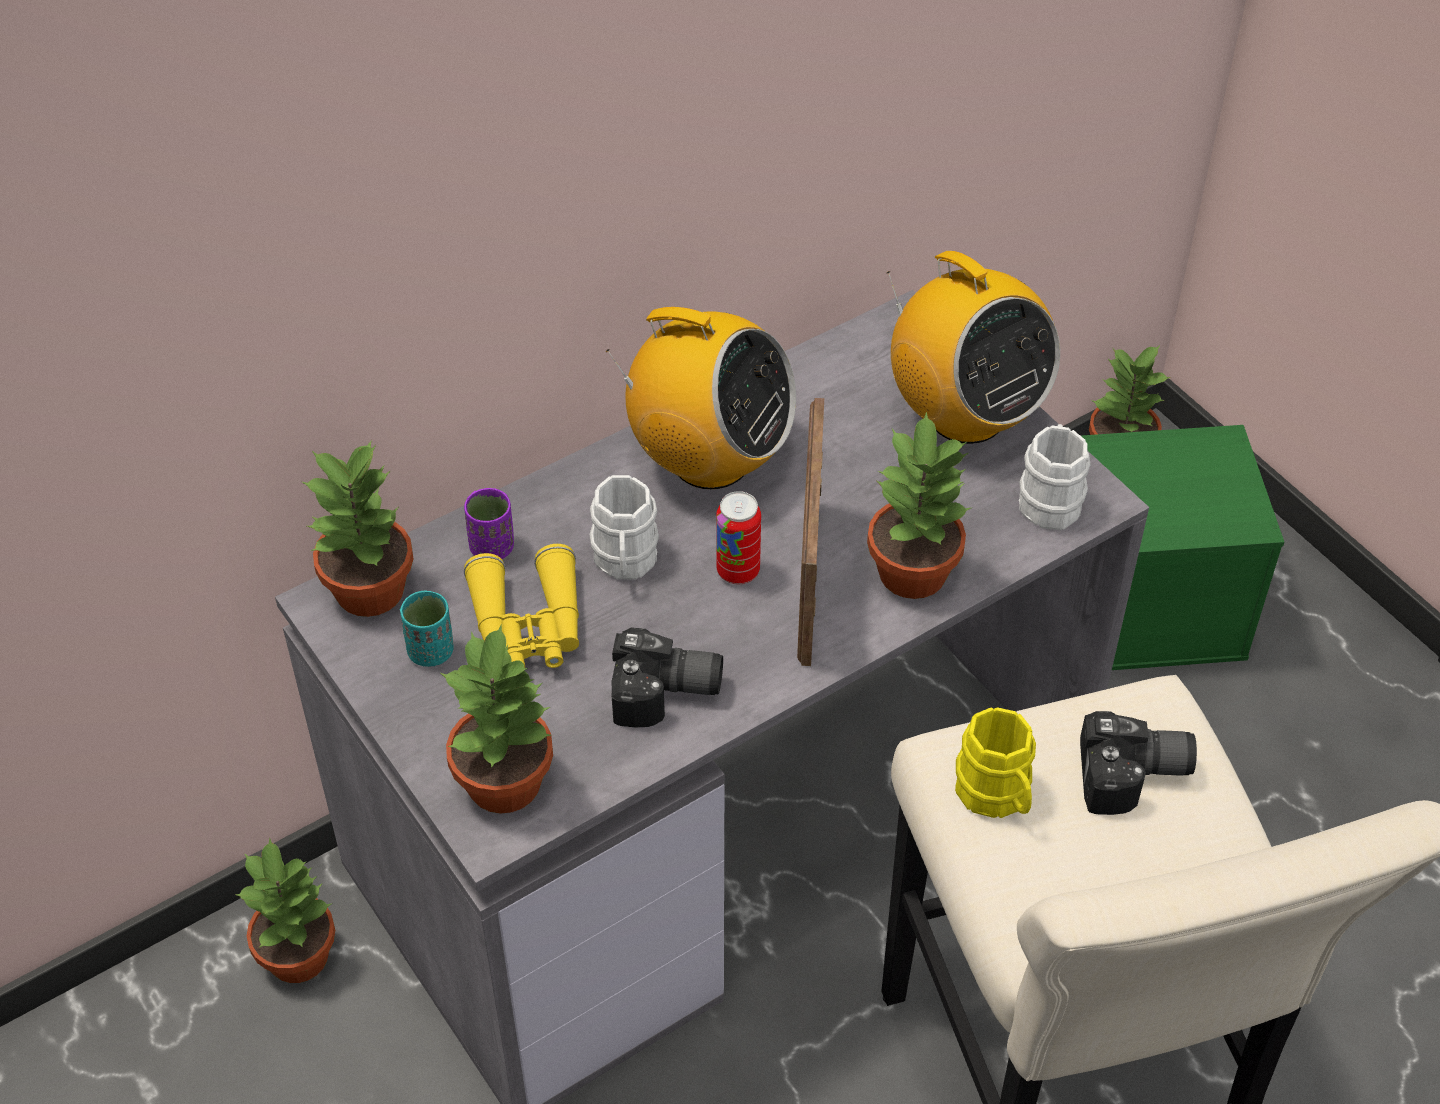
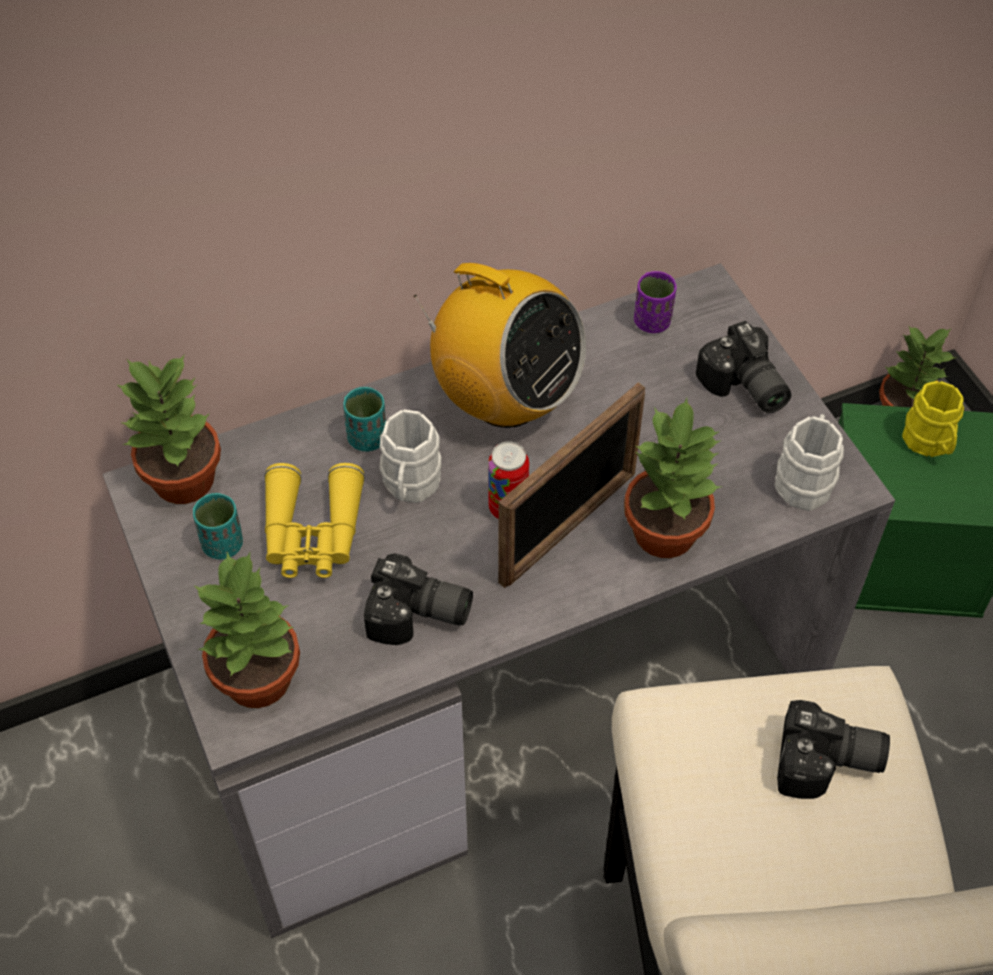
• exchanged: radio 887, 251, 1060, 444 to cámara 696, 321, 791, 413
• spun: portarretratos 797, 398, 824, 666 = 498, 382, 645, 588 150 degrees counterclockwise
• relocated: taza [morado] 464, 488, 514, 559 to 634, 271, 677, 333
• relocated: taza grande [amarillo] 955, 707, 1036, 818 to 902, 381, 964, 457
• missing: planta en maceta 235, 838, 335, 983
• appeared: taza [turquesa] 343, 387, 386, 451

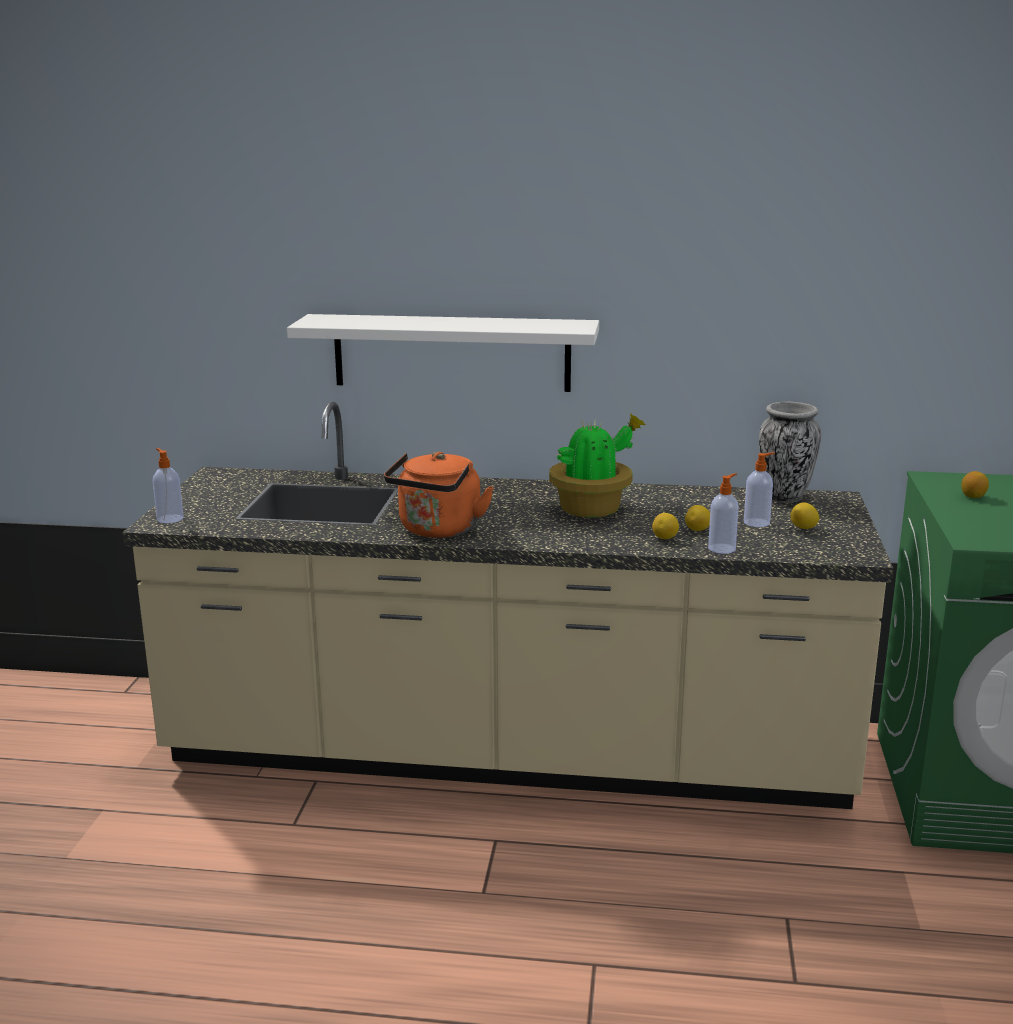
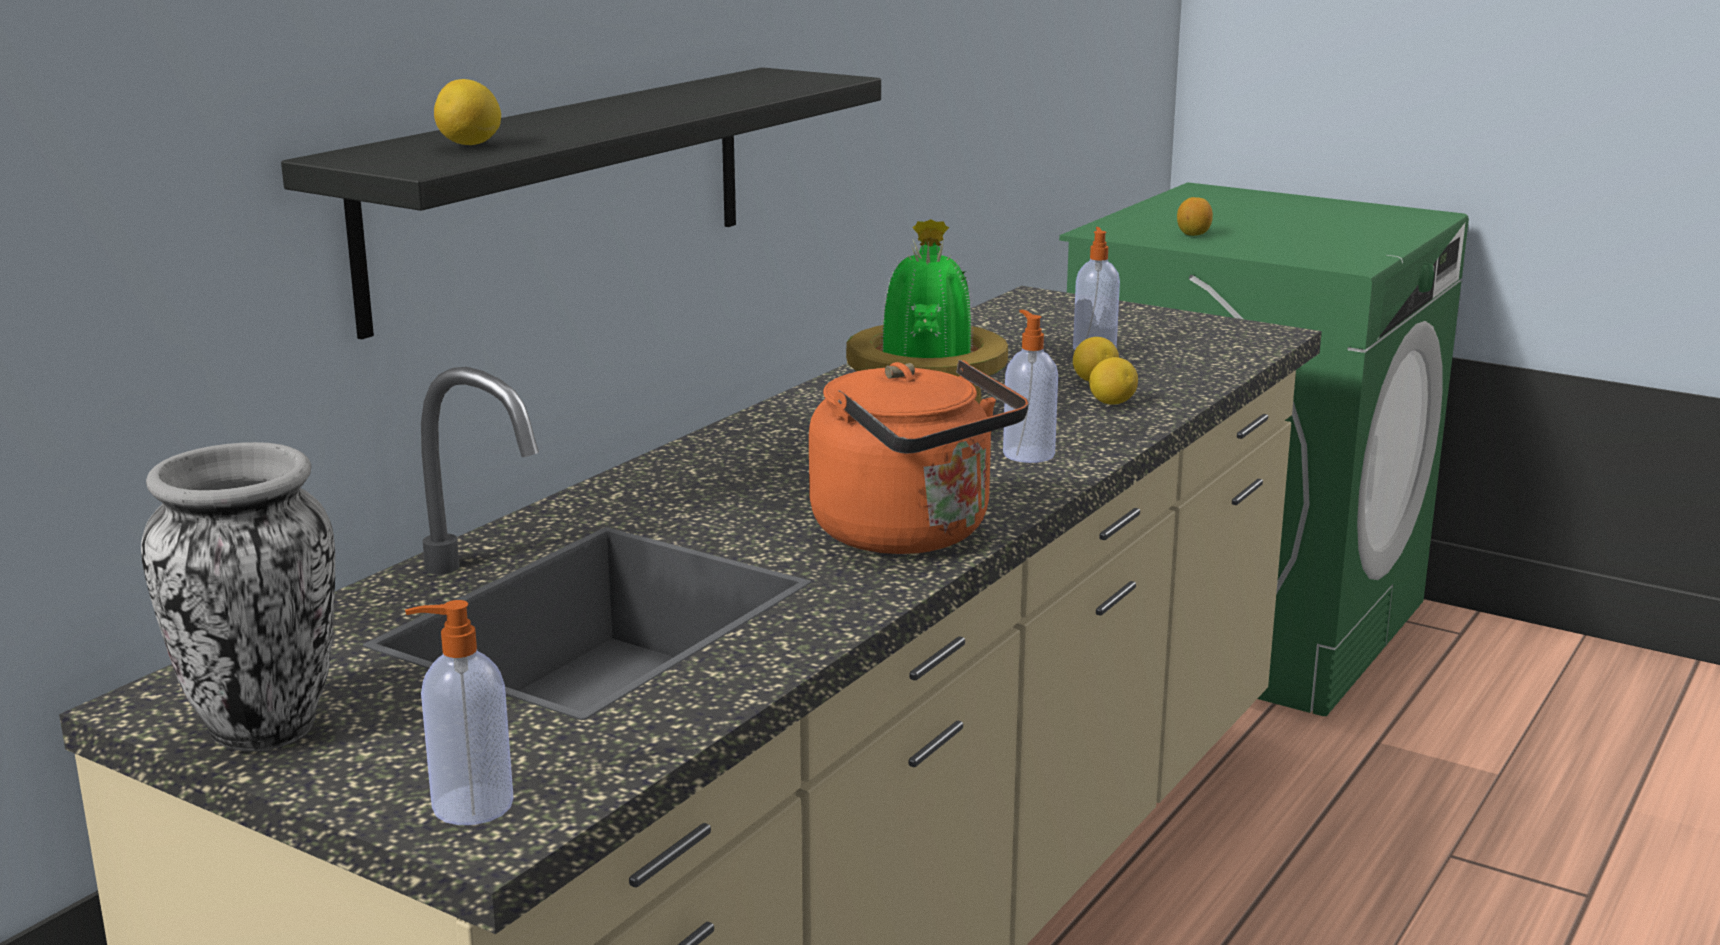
• colour: estante [blanco] 287, 314, 599, 392 to estante [negro] 281, 67, 881, 340
• relocated: florero 759, 402, 821, 503 to 141, 442, 335, 751
• relocated: dispensador de jabón 708, 473, 739, 554 to 1003, 310, 1058, 463
• relocated: limón 790, 502, 819, 529 to 434, 79, 501, 145

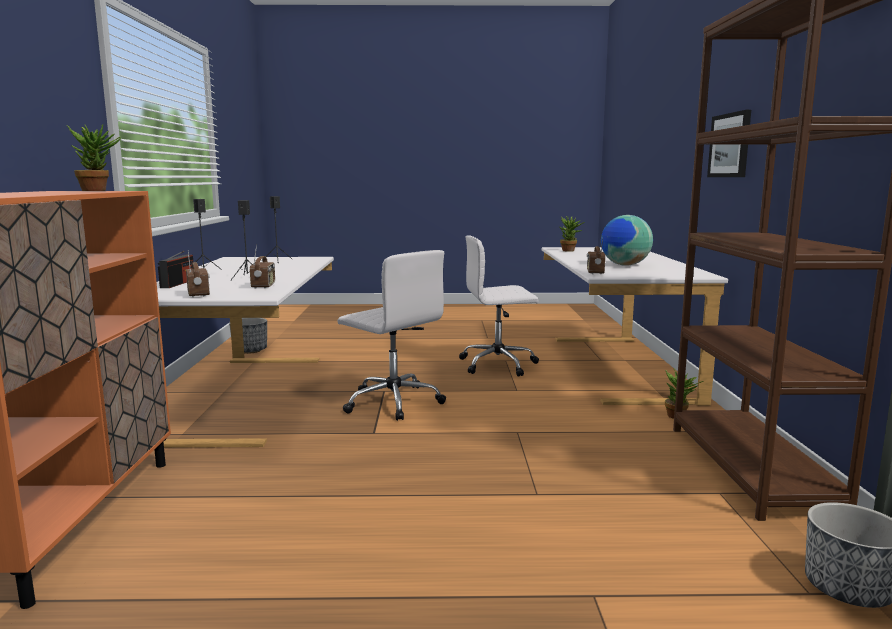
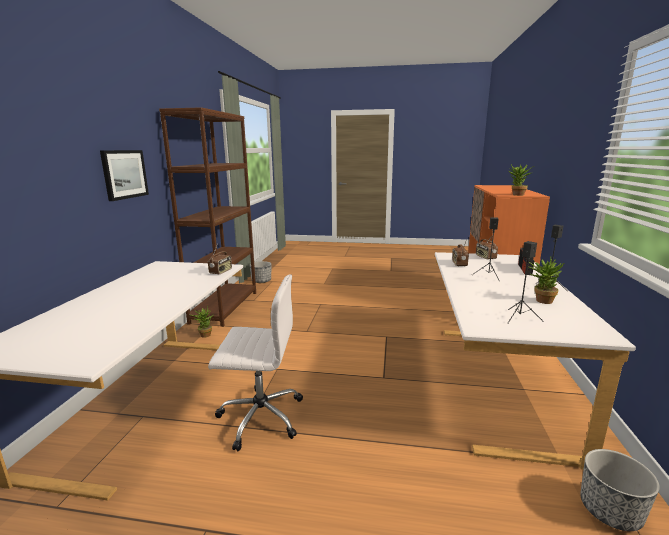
• missing: globo terráqueo 601, 215, 653, 266
• relocated: planta en maceta 560, 216, 585, 252 to 529, 256, 564, 304
• missing: silla de oficina [blanco] 338, 250, 446, 421

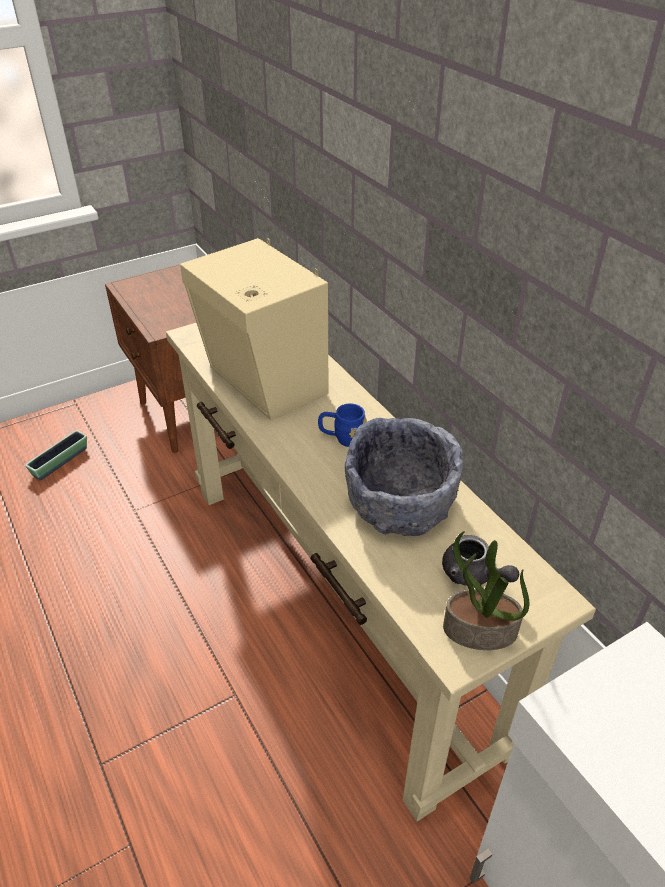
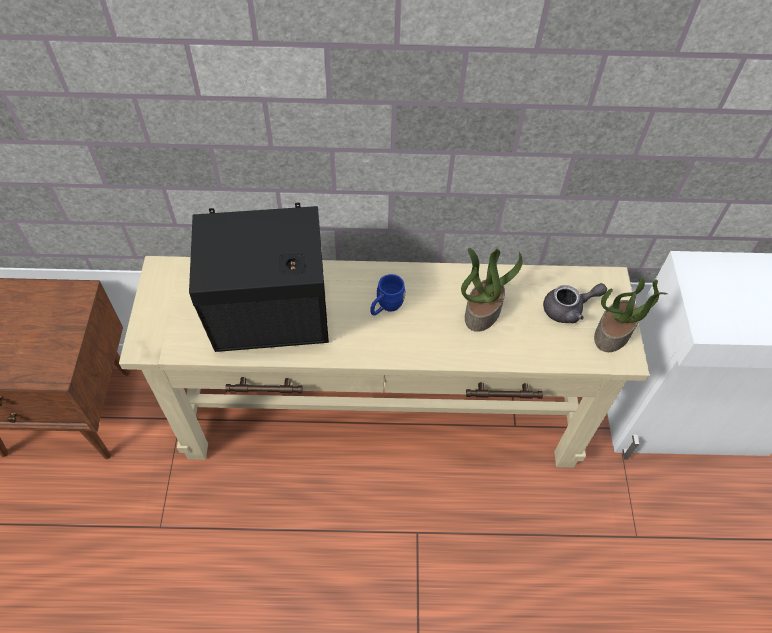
• colour: altavoz [beis] 180, 238, 328, 421 to altavoz [negro] 189, 202, 329, 352
• exchanged: cuenco [gris] 345, 418, 463, 536 to planta en maceta 461, 248, 523, 332
• missing: maceta 25, 430, 87, 480

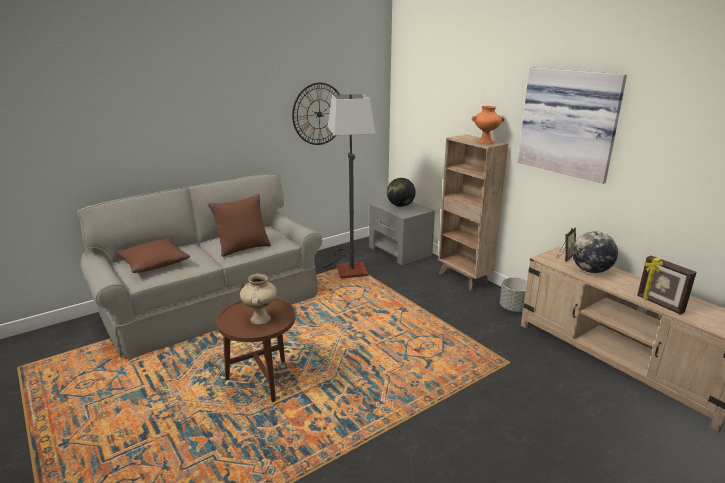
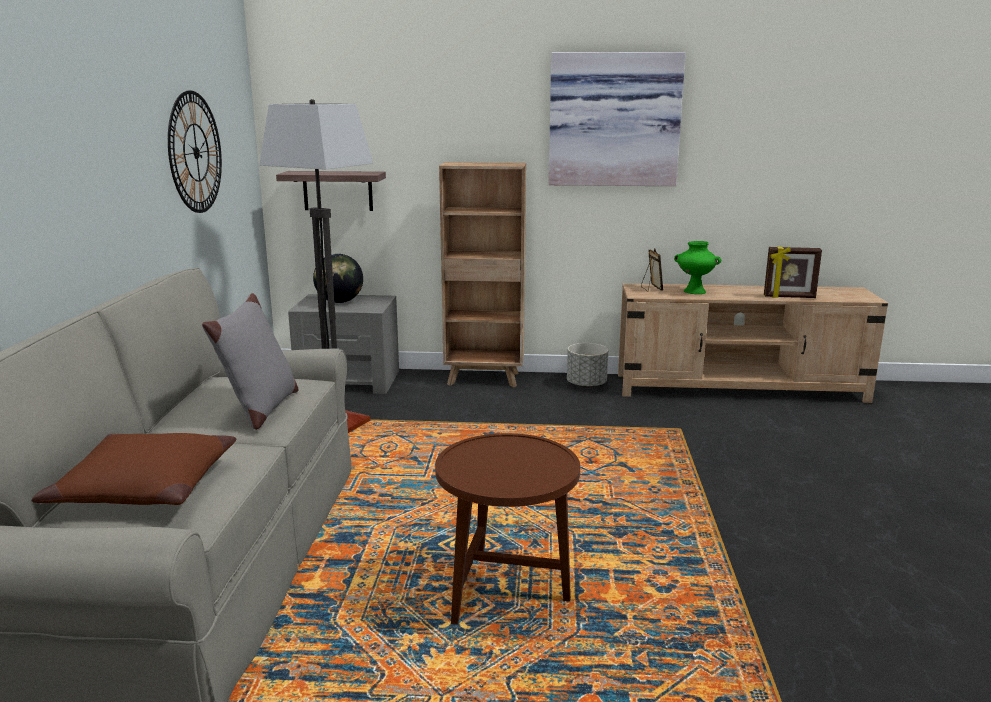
• missing: florero [naranja] 472, 106, 504, 144
• colour: cojín [marrón] 208, 194, 271, 257 to cojín [gris] 202, 293, 298, 430
• exchanged: globo terráqueo 572, 231, 618, 273 to florero [verde] 674, 241, 721, 294
• missing: florero [beis] 240, 274, 277, 325
• appeared: estante 276, 171, 386, 211

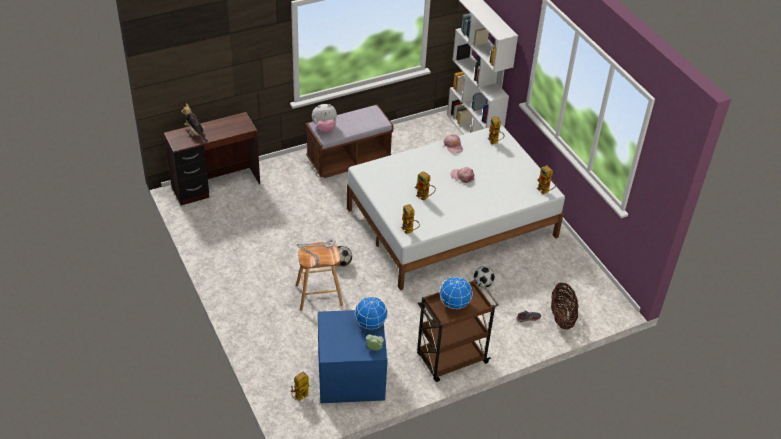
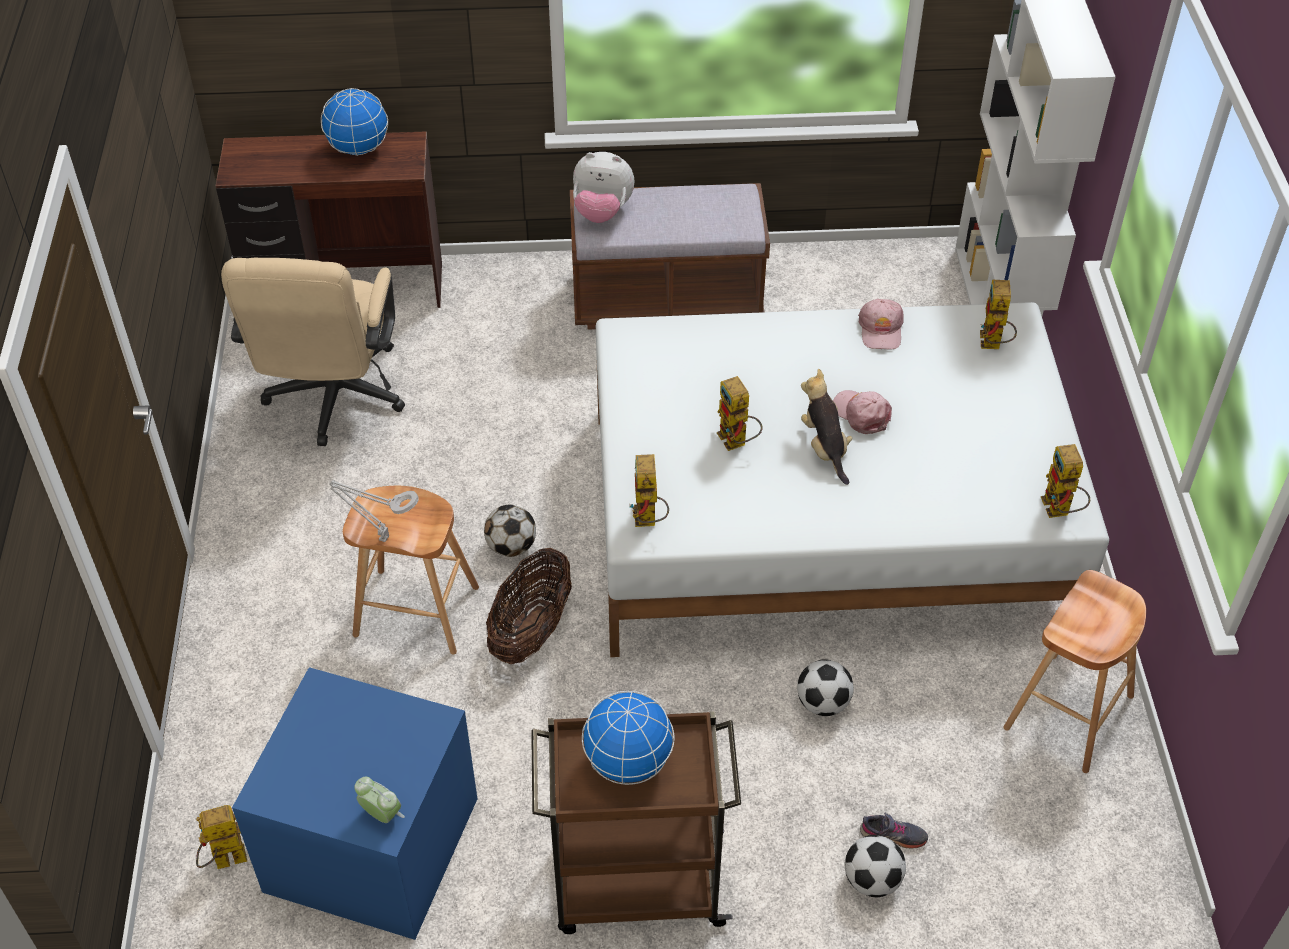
• relocated: peluche 181, 104, 208, 142 to 801, 369, 852, 485
• relocated: cesta 551, 283, 578, 329 to 486, 548, 572, 664
• relocated: globo terráqueo 355, 297, 388, 329 to 321, 88, 388, 156
• appeared: silla de oficina [beis] 221, 258, 405, 446
• appeared: taburete [marrón] 1003, 570, 1146, 773
• appeared: balón de fútbol 845, 835, 906, 897

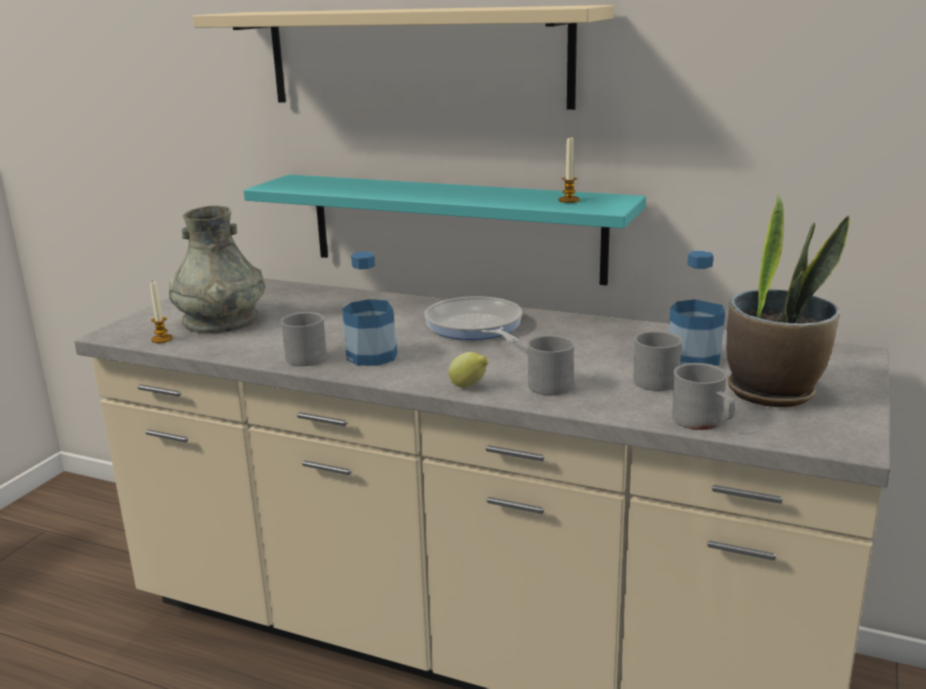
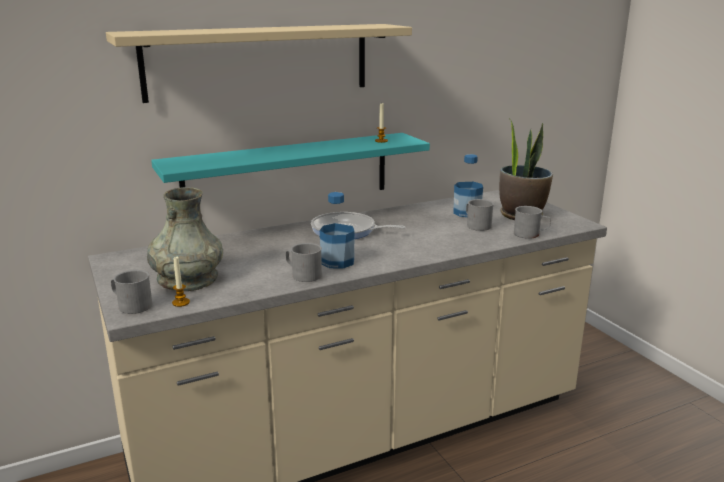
• relocated: taza grande [gris] 527, 335, 575, 395 to 111, 270, 152, 314
• missing: limón 448, 352, 488, 388

